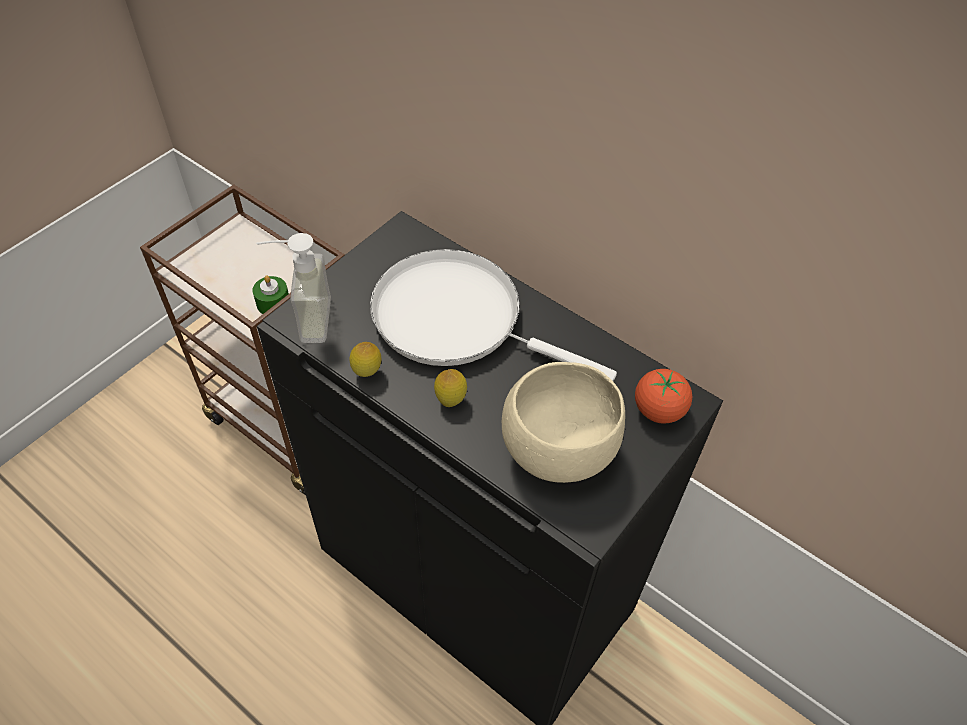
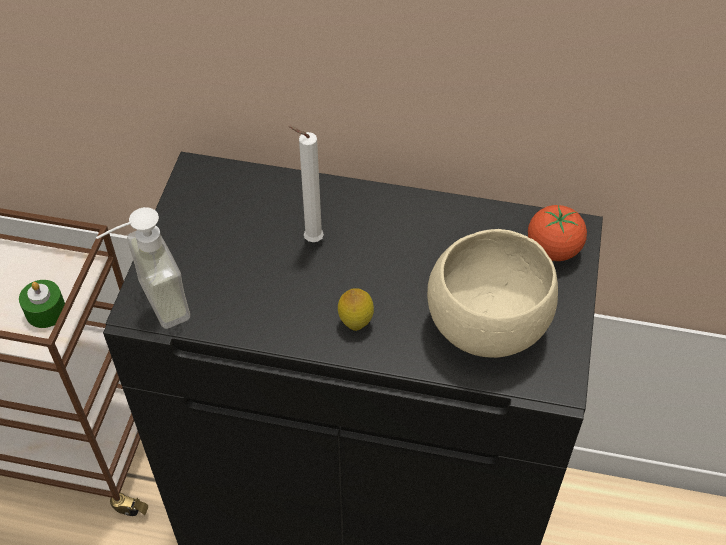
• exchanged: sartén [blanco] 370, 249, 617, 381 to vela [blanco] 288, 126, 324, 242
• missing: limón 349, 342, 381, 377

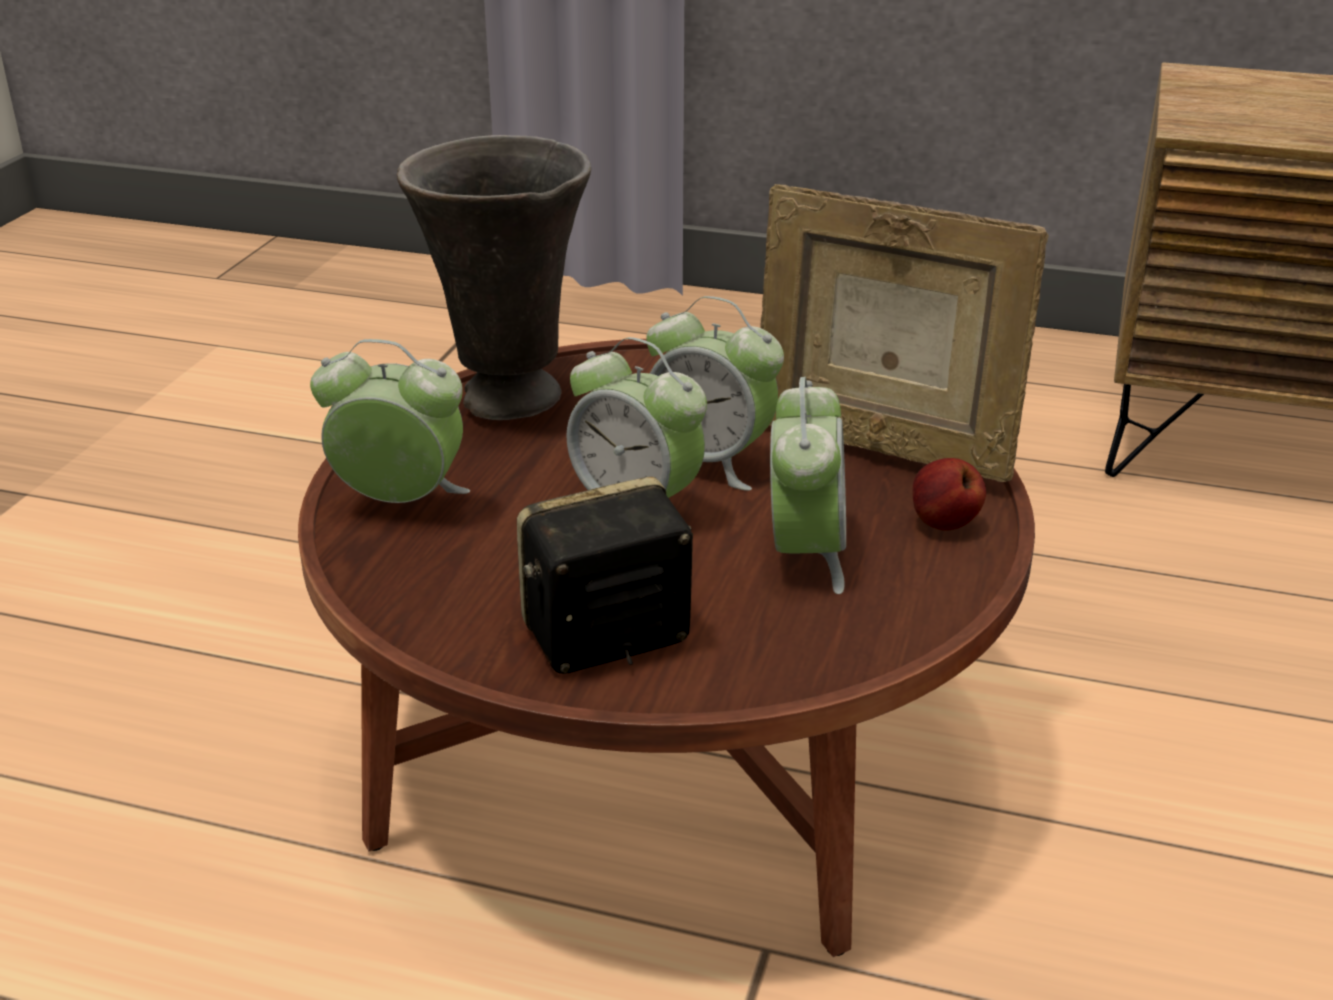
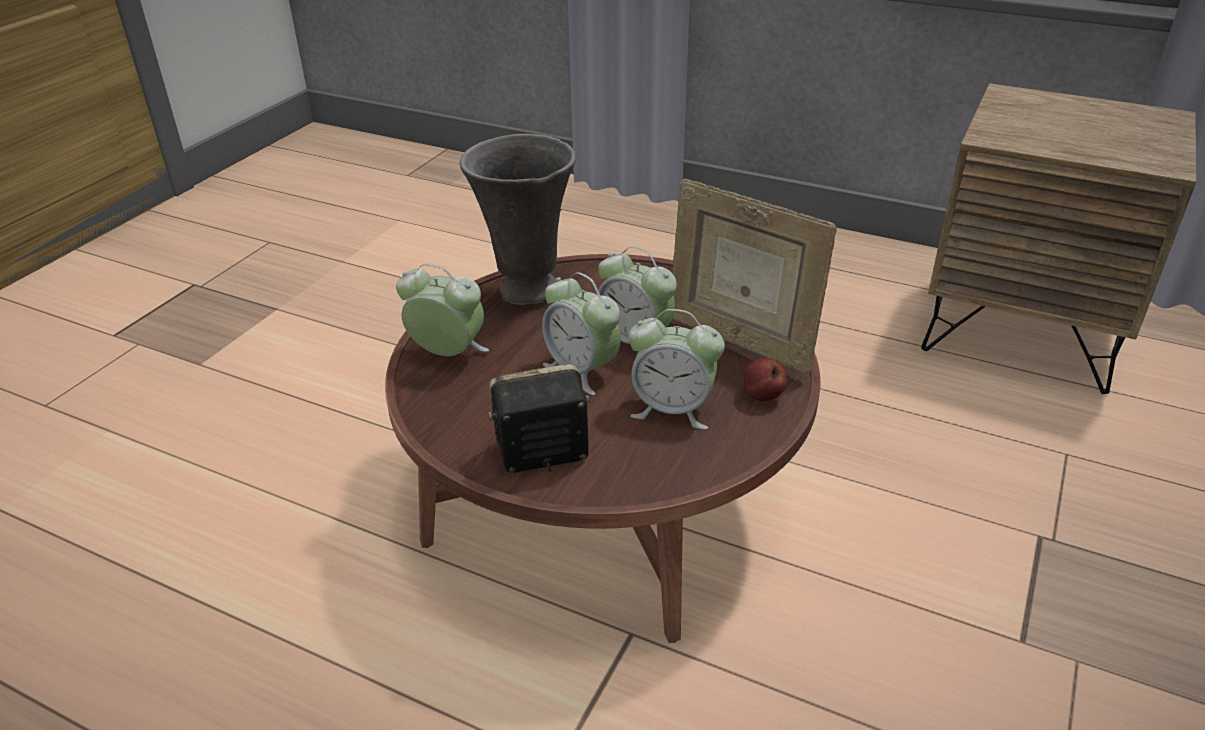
• spun: despertador 770, 377, 846, 594 = 628, 309, 725, 429 90 degrees clockwise

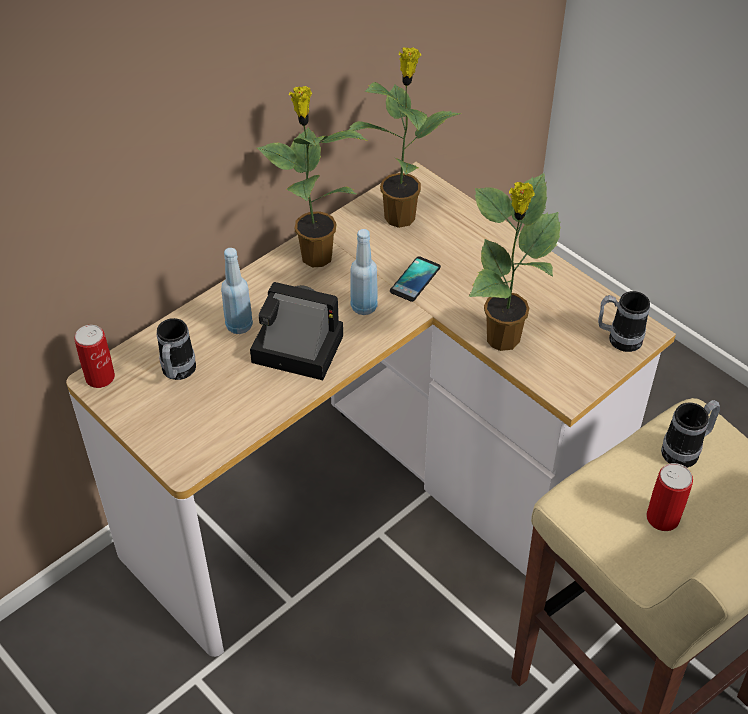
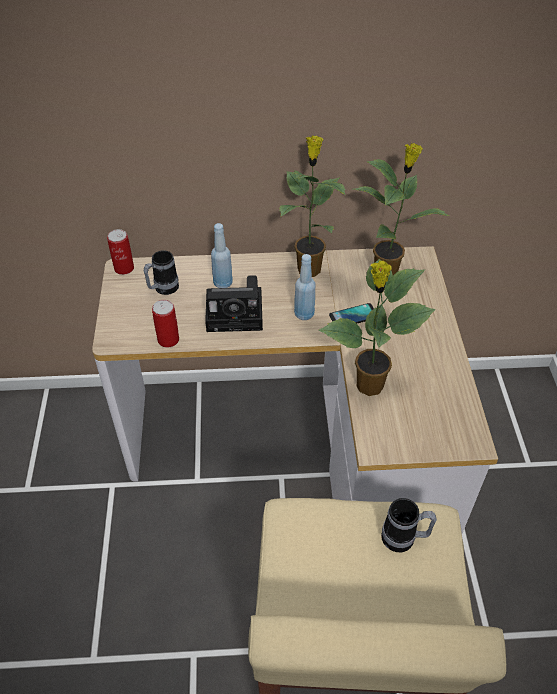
• spun: cámara 250, 282, 343, 380 = 205, 275, 263, 332 120 degrees clockwise
• missing: taza grande 598, 291, 650, 352
• relocated: lata 646, 463, 693, 531 to 152, 300, 179, 347

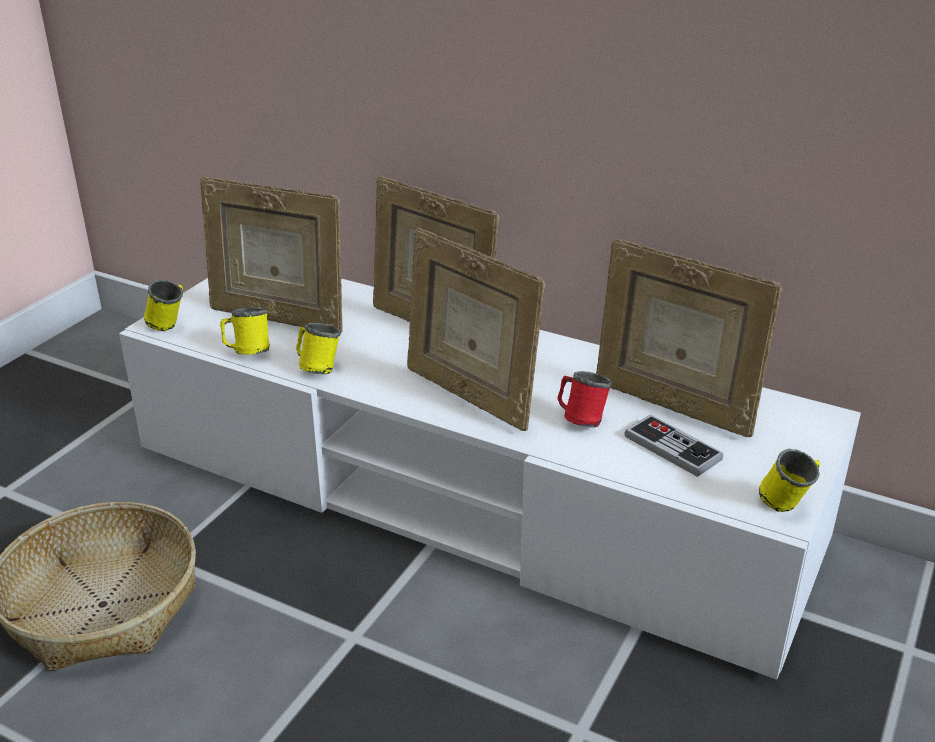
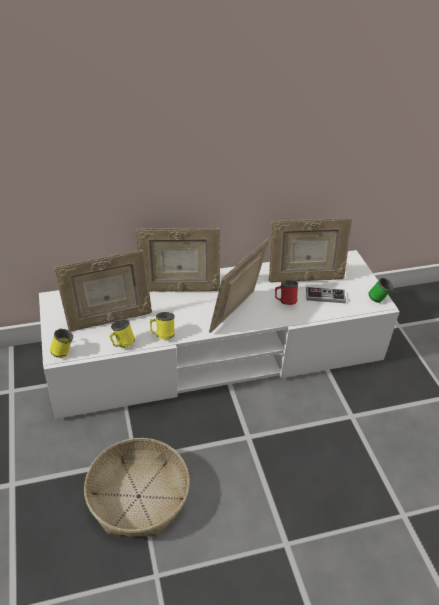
• spun: portarretratos 407, 228, 545, 431 = 209, 238, 269, 333 120 degrees clockwise
• colour: taza grande [amarillo] 759, 449, 820, 512 to taza grande [verde] 368, 278, 394, 303

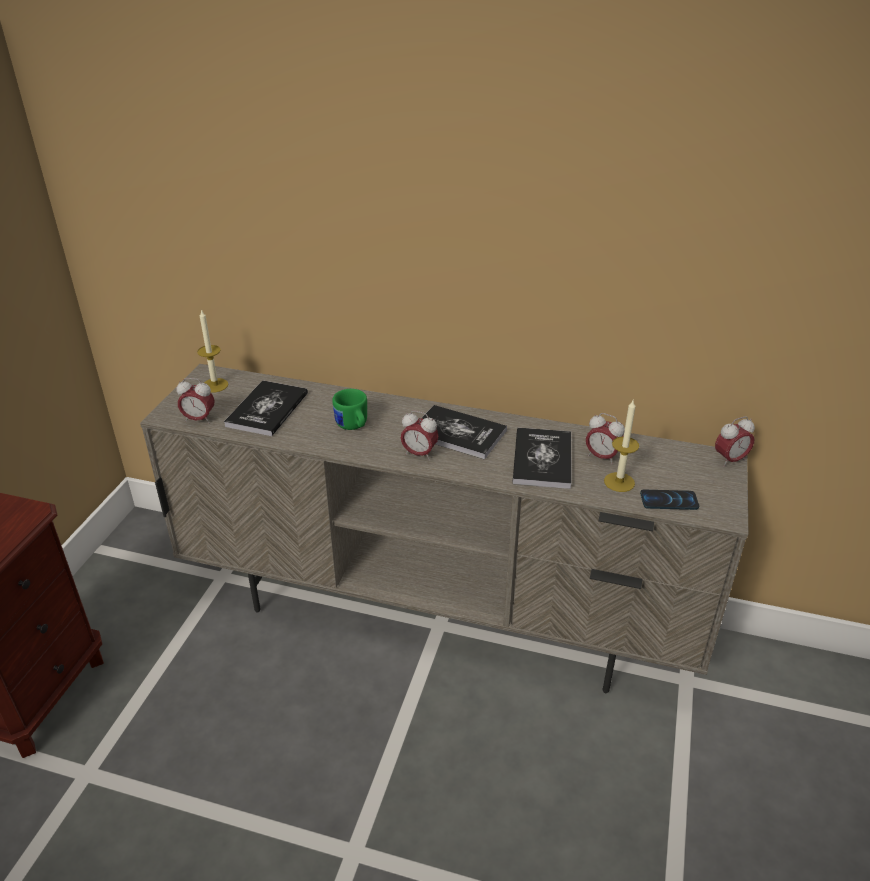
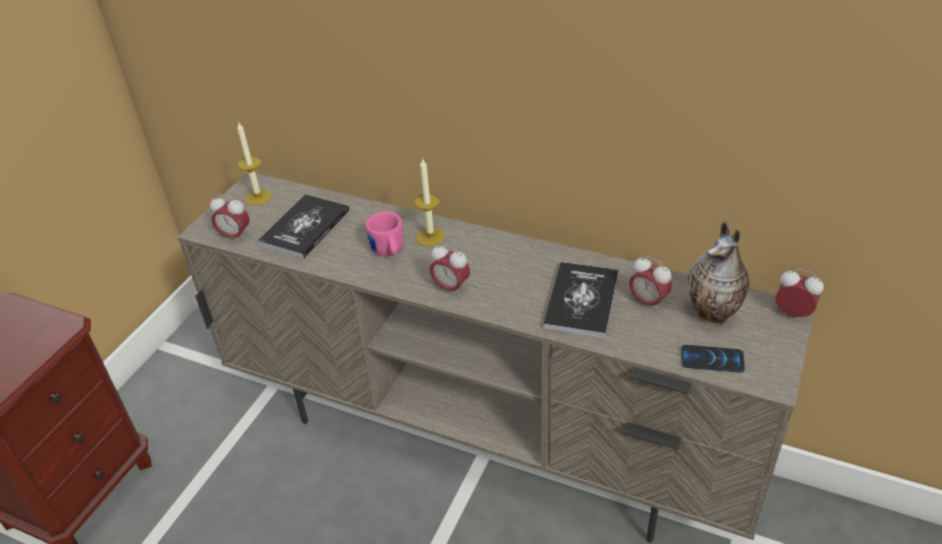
• colour: taza grande [verde] 332, 389, 367, 430 to taza grande [rosa] 366, 211, 403, 256
• relocated: vela 604, 400, 639, 492 to 414, 158, 445, 246
• missing: libro 422, 405, 507, 459
• spun: despertador 715, 416, 755, 467 = 776, 269, 824, 317 135 degrees counterclockwise
• appeared: florero 688, 221, 749, 326

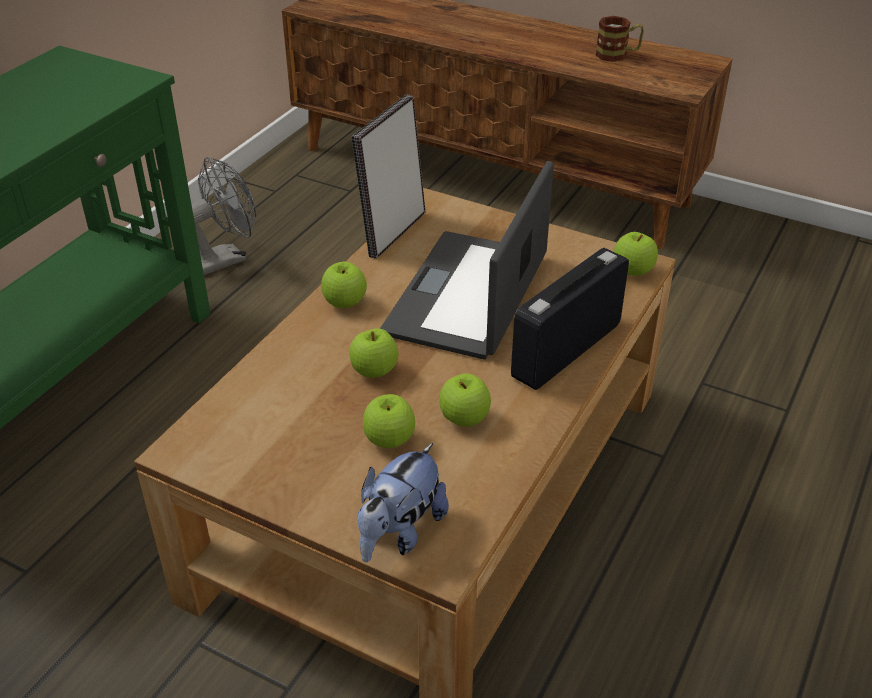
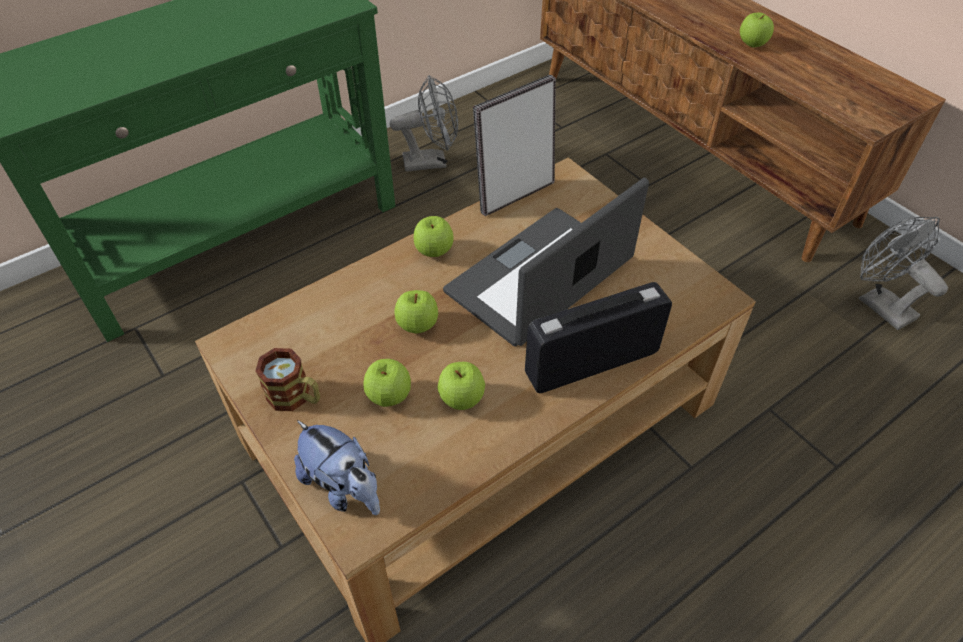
• relocated: taza grande 596, 16, 644, 62 to 255, 348, 320, 411
• relocated: manzana 614, 232, 658, 276 to 740, 12, 774, 48
• spun: peluche 358, 443, 449, 563 = 294, 420, 380, 515 105 degrees counterclockwise
• appeared: ventilador [gris] 859, 217, 948, 330

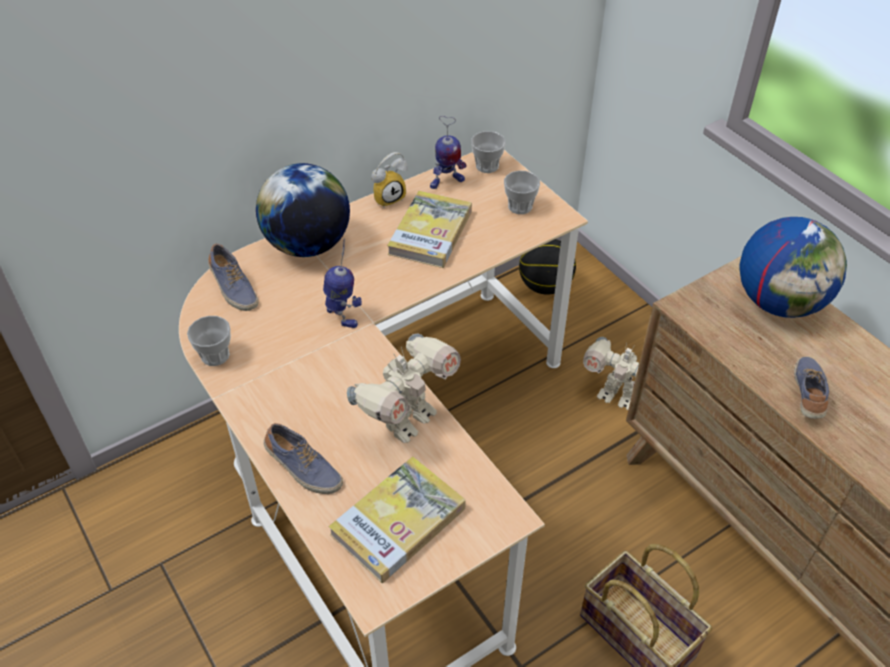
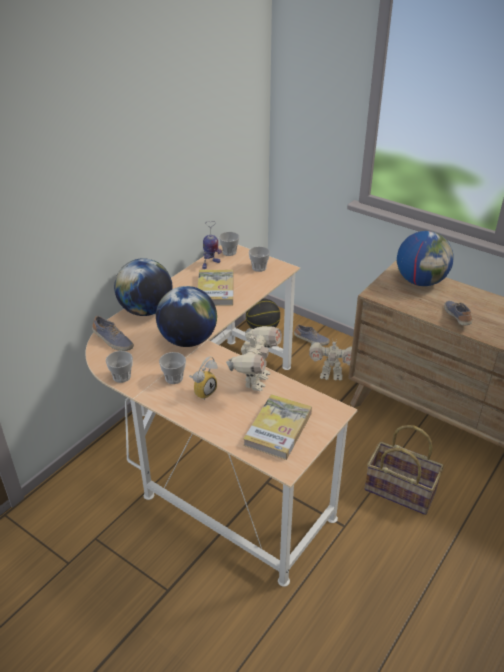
• relocated: despertador 371, 152, 408, 207 to 189, 356, 218, 400
• exchanged: robot de juguete 323, 238, 362, 328 to globo terráqueo 156, 286, 217, 347
• relocated: zapato 264, 423, 343, 494 to 294, 324, 330, 346
• appeared: taza 159, 352, 186, 384

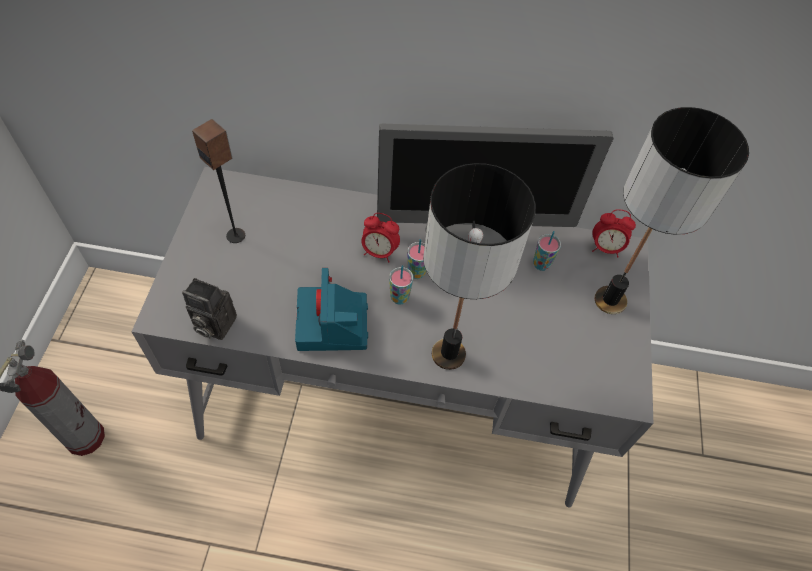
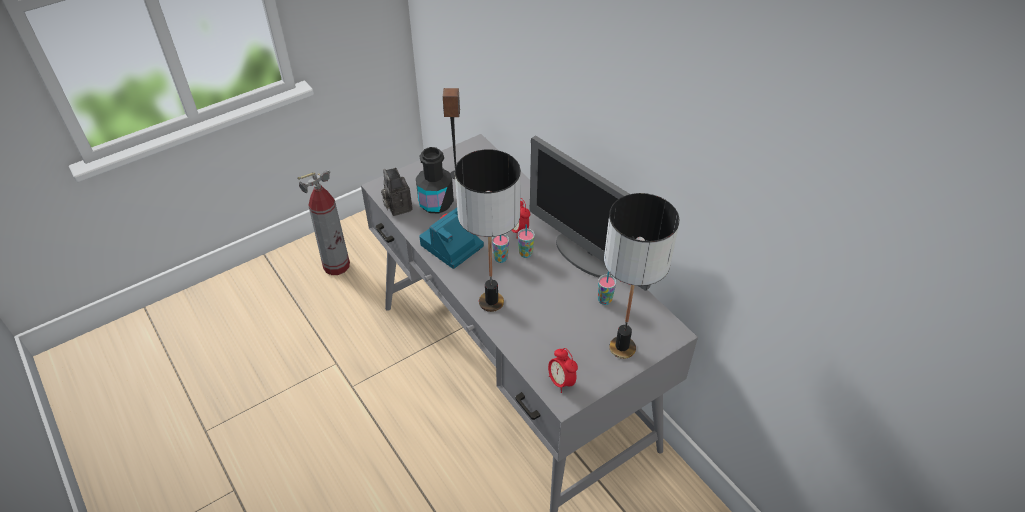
• relocated: despertador 592, 209, 636, 258 to 548, 348, 578, 393
• appeared: botella [negro] 416, 147, 454, 214

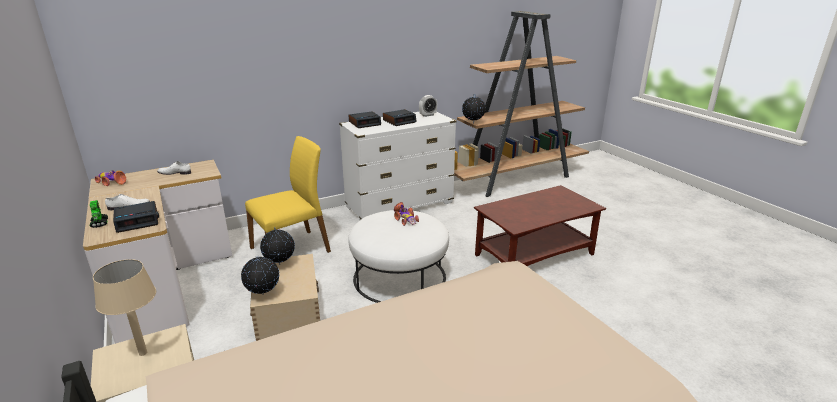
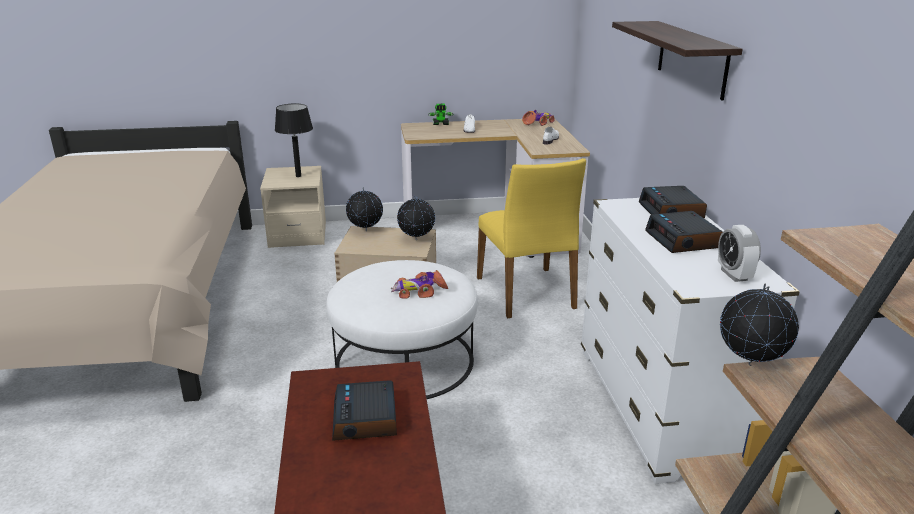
• relocated: despertador 113, 201, 159, 233 to 332, 381, 397, 441
• colour: lámpara de mesa [beis] 93, 259, 156, 356 to lámpara de mesa [negro] 275, 103, 313, 177
• appeared: estante 612, 21, 743, 101

